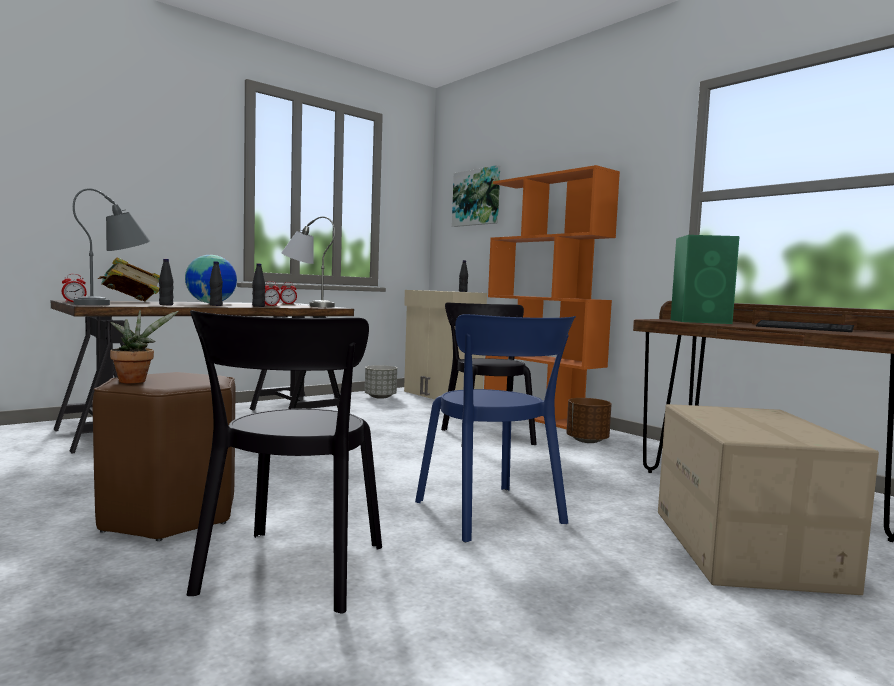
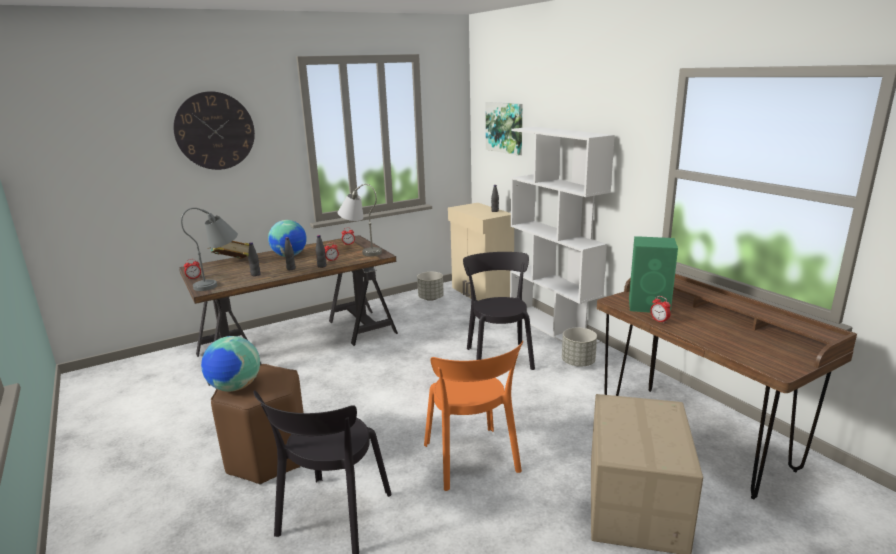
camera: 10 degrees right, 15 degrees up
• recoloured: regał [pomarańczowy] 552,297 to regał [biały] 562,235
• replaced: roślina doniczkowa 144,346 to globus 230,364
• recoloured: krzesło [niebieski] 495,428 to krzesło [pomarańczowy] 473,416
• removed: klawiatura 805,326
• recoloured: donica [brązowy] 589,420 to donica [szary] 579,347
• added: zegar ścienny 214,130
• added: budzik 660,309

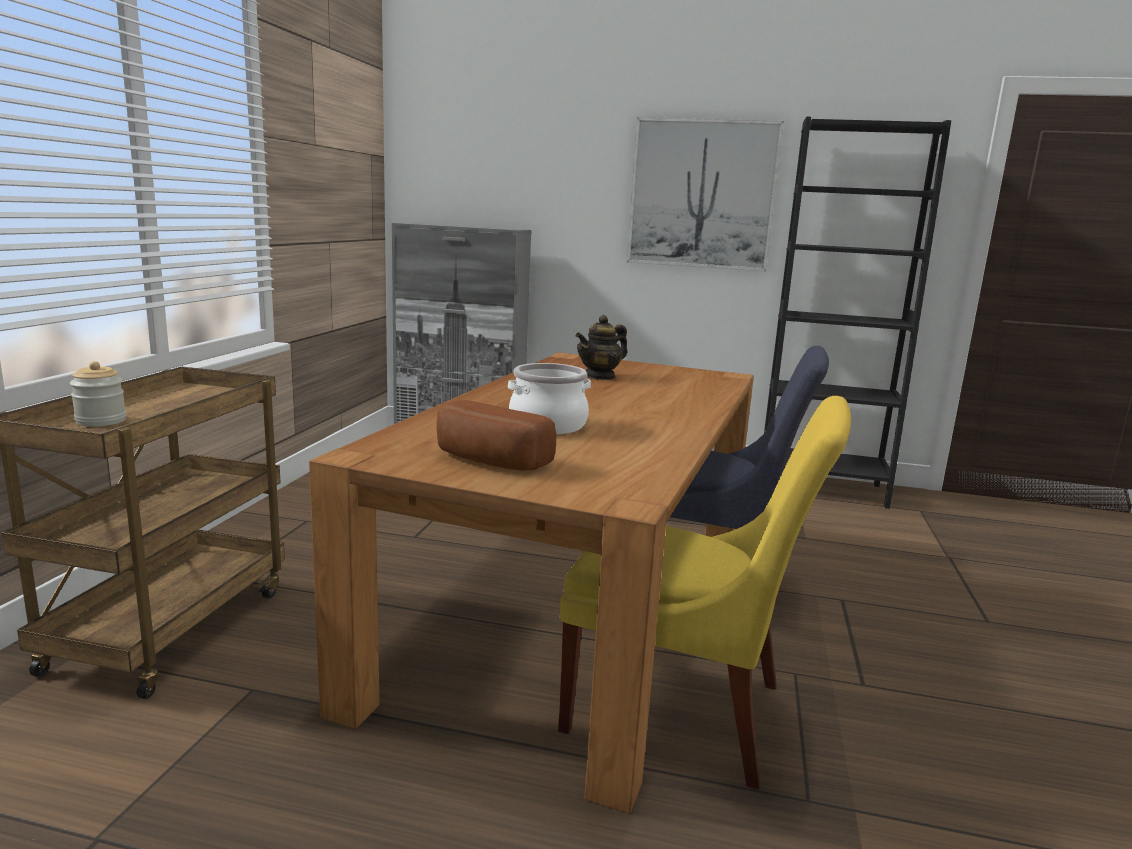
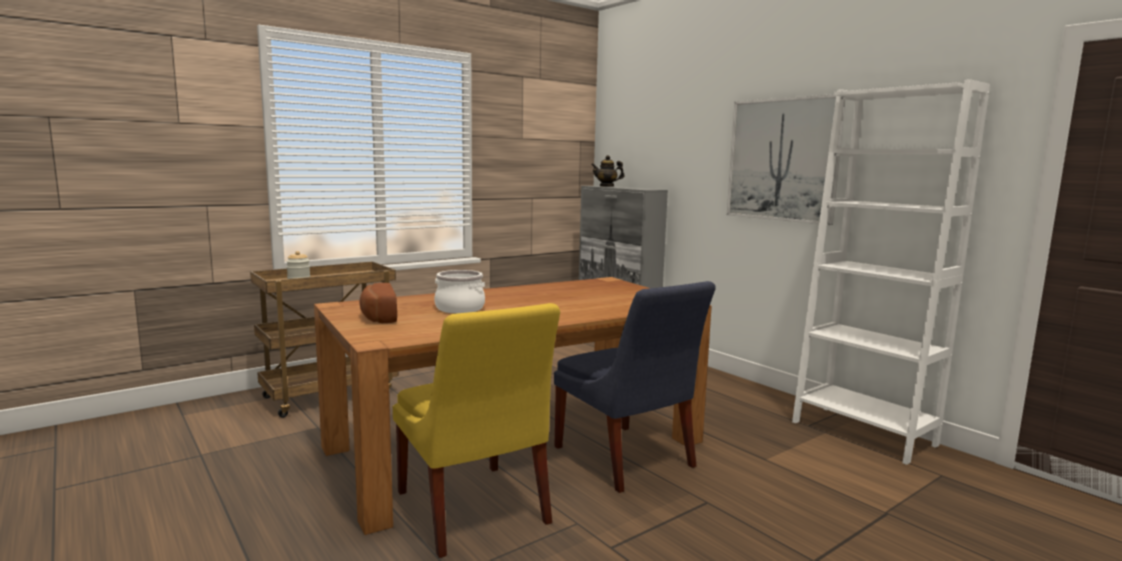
camera: 40 degrees right, 5 degrees down
• recoloured: regał [czarny] 857,313 to regał [biały] 891,272
• moved: imbryk 601,347 to 608,171

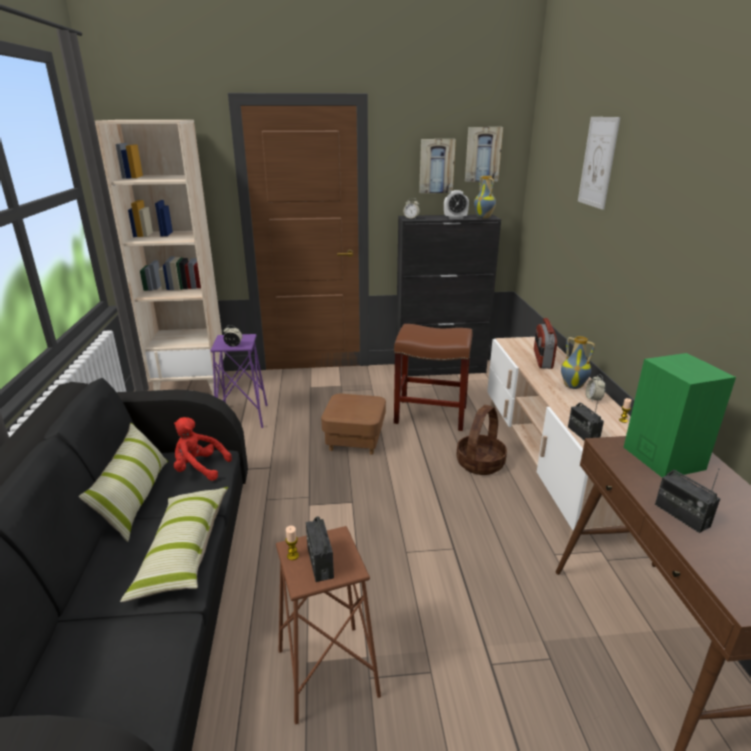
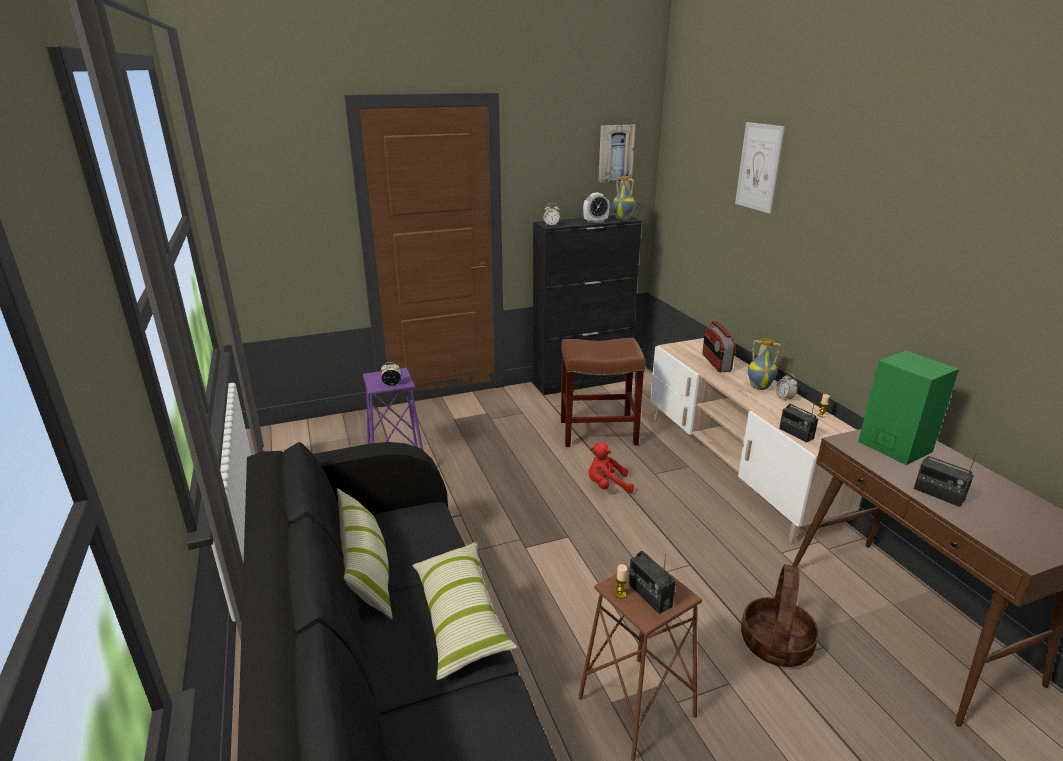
camera: 15 degrees left, 0 degrees up
• removed: regał [beżowy] 160,258
• removed: obraz 437,166
• removed: pufa [brązowy] 353,424
• moved: koszyk 482,440 to 780,615
• moved: pluszak [czerwony] 203,449 to 611,467

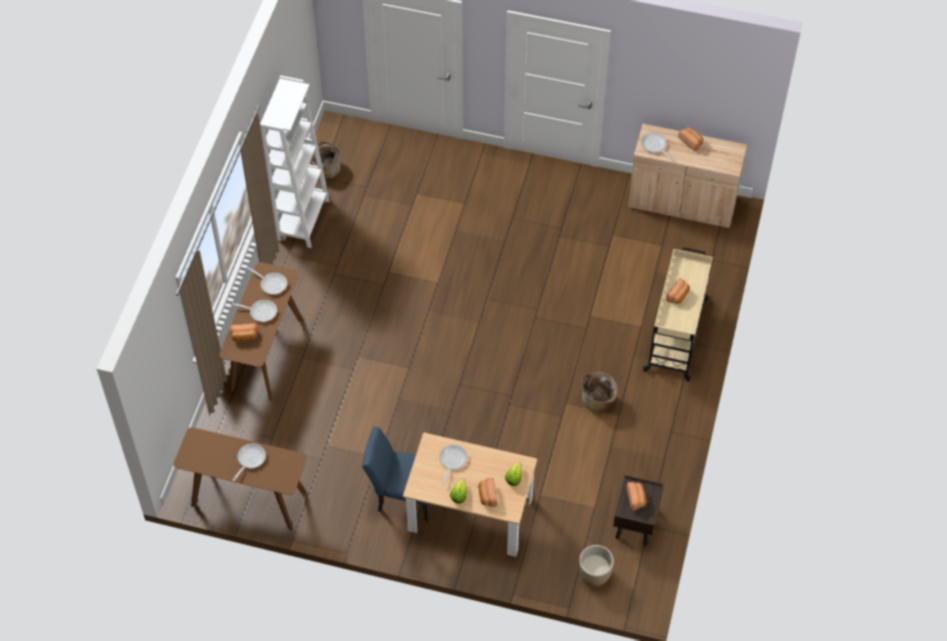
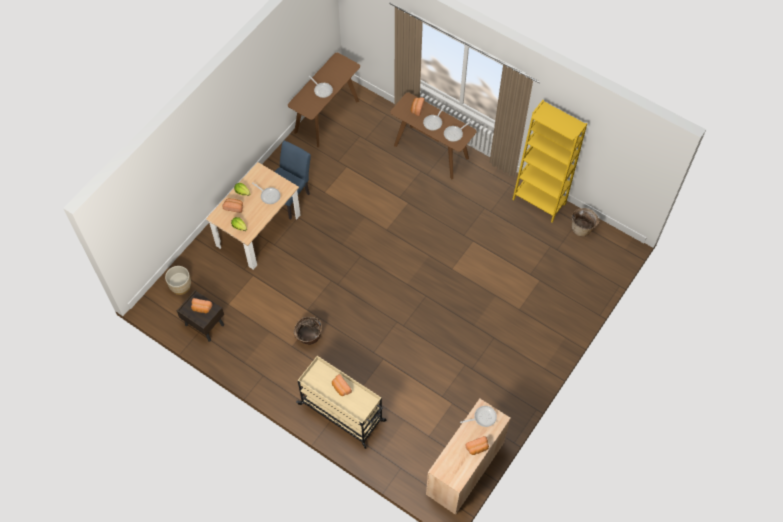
camera: 110 degrees right, 5 degrees up
• recoloured: regał [biały] 295,161 to regał [żółty] 549,161

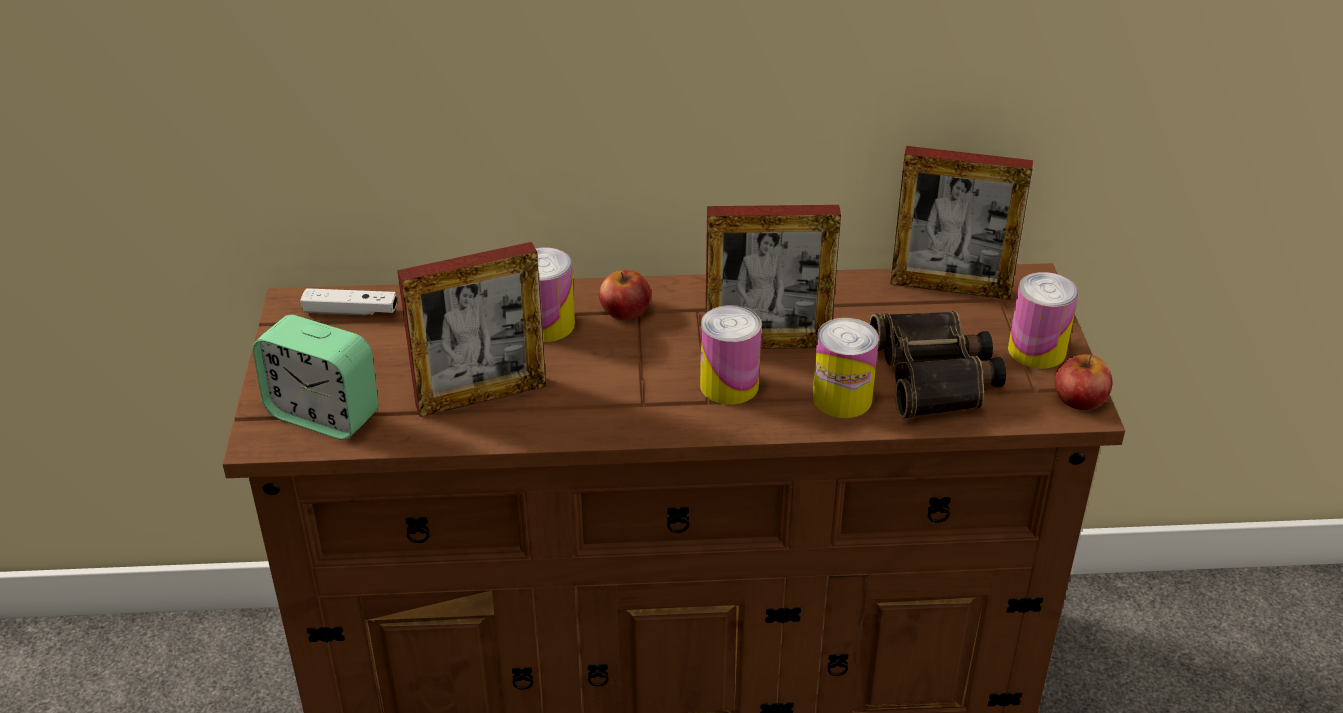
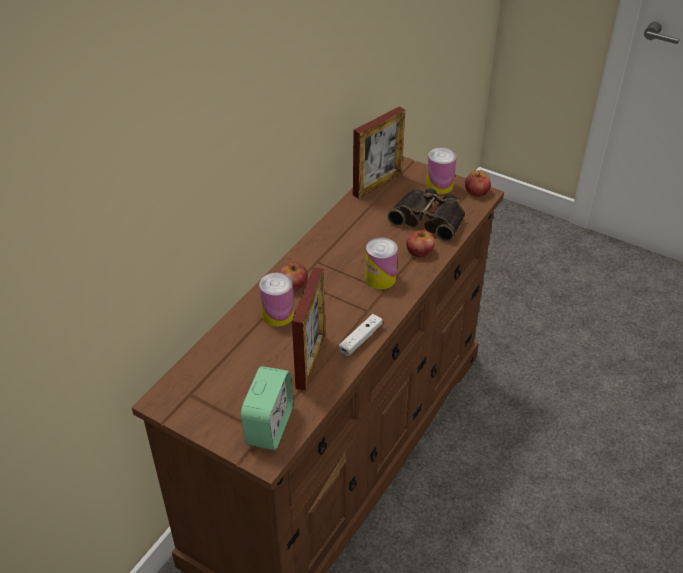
camera: 55 degrees left, 5 degrees up
• removed: ramka na zdjęcie 773,277
• moved: pad do gier [biały] 348,301 to 361,335
• turned: budzik 315,377 = 267,408 45 degrees counterclockwise
• replaced: puszka 846,368 to jabłko 420,244

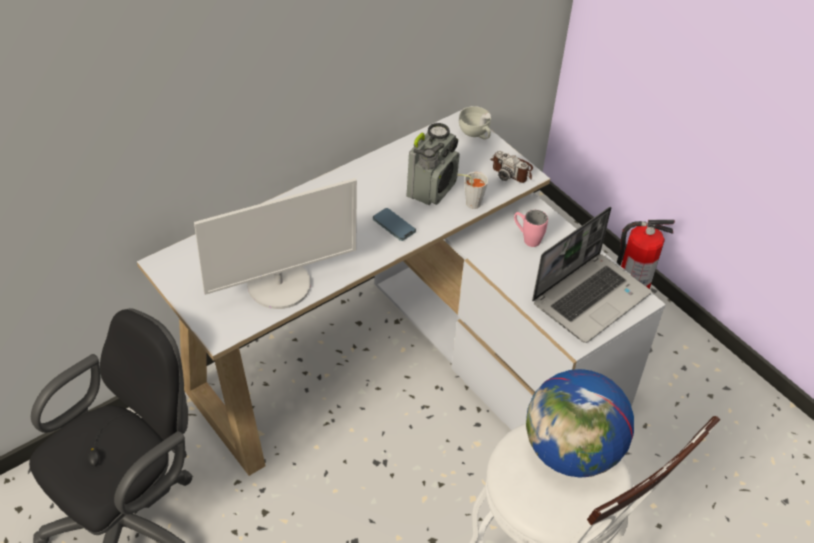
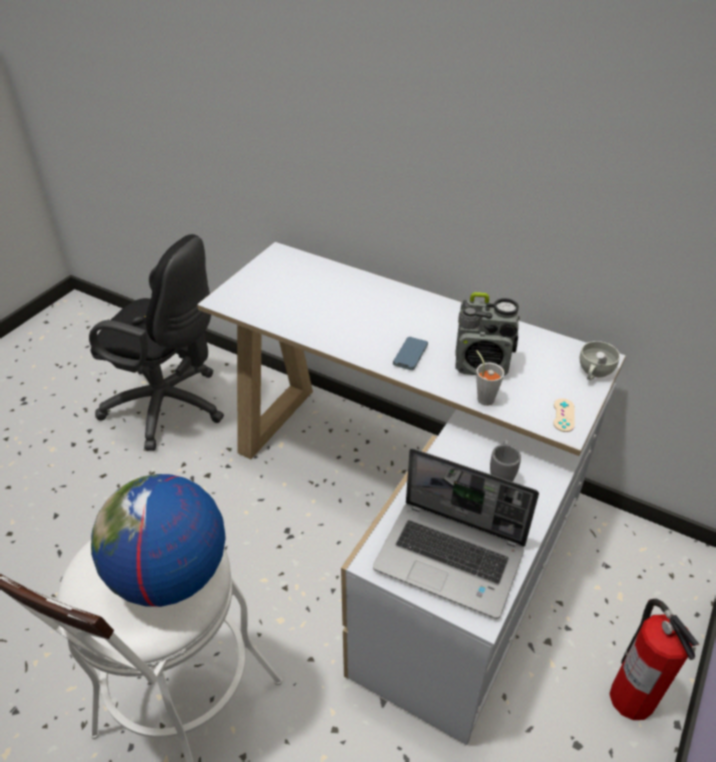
camera: 70 degrees right, 5 degrees down
• replaced: aparat fotograficzny 511,167 to pad do gier [beżowy] 564,415
• removed: monitor 275,243
• recoloured: kubek [różowy] 531,228 to kubek [szary] 505,460

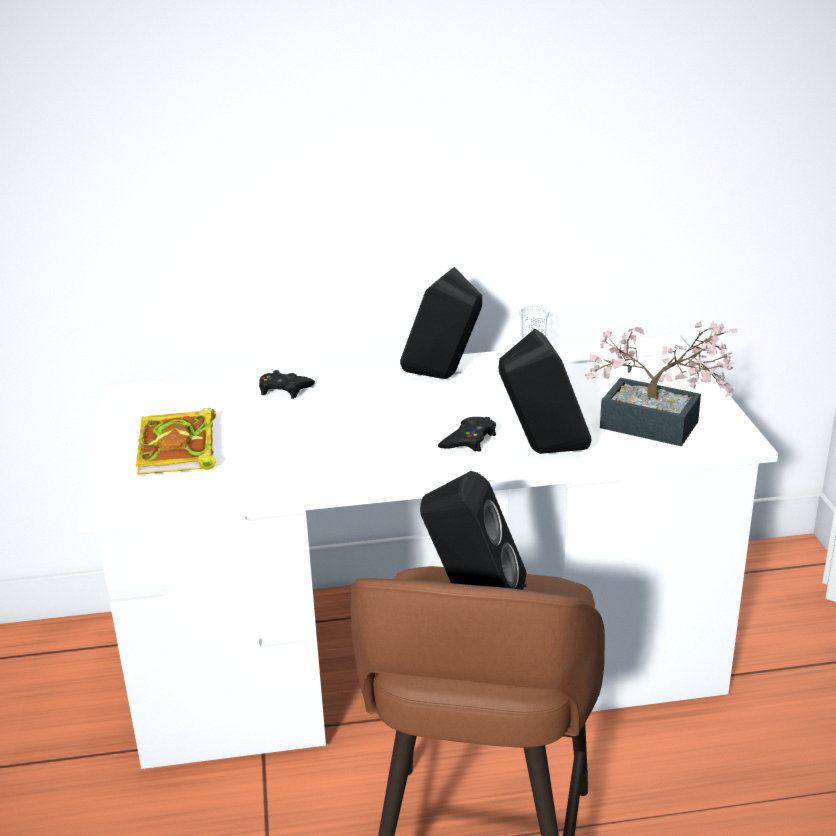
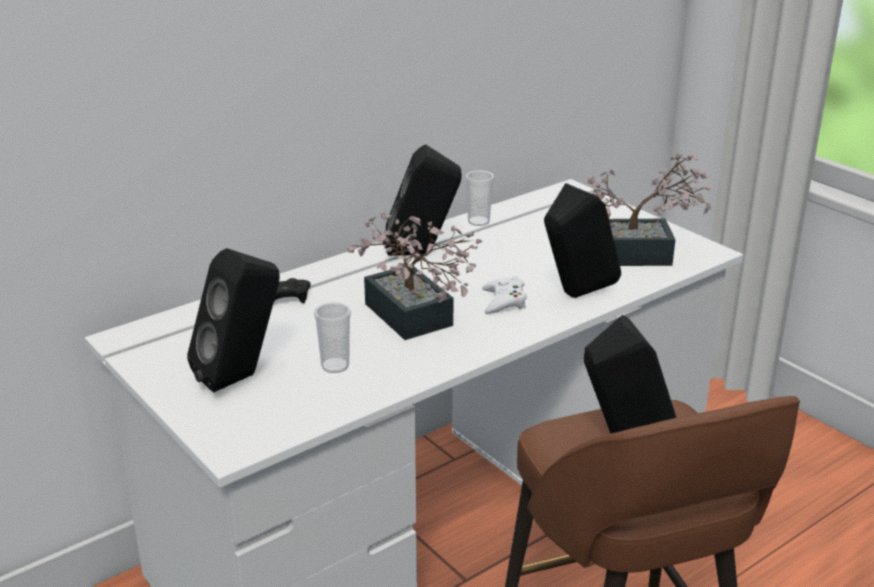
camera: 30 degrees left, 0 degrees up
• replaced: książka 176,441 to głośnik [czarny] 233,320
• recoloured: pad do gier [czarny] 467,434 to pad do gier [biały] 504,295
• added: roślina doniczkowa 415,276
• added: filiżanka 332,337

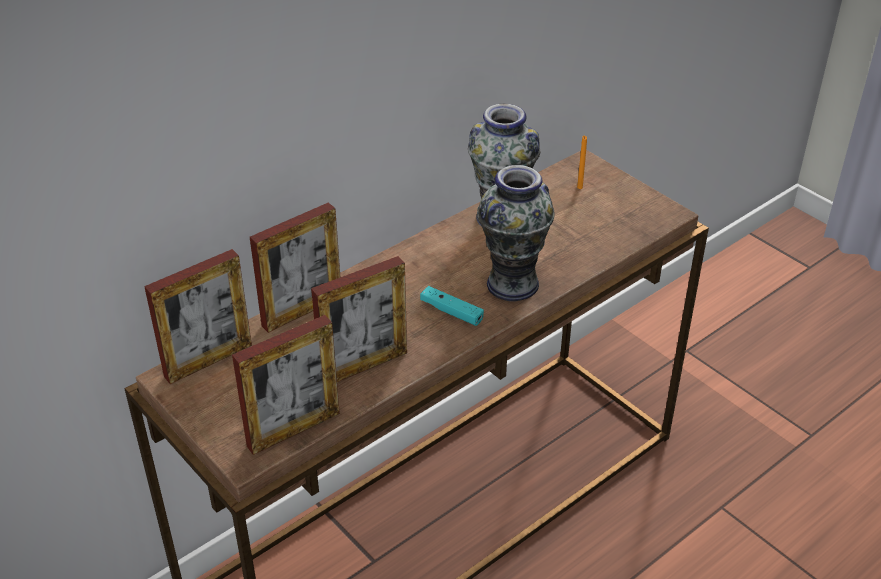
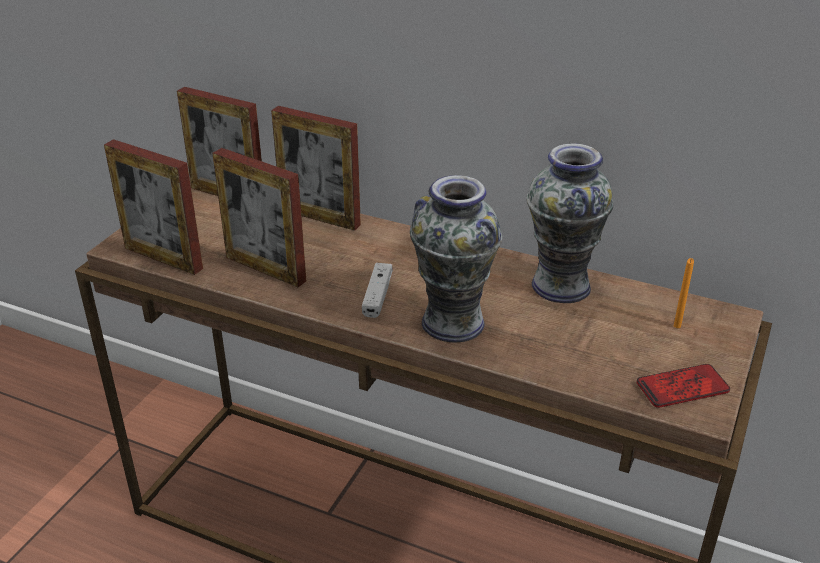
camera: 65 degrees right, 5 degrees down
• recoloured: pad do gier [turkusowy] 452,306 to pad do gier [biały] 377,290
• added: telefon 683,386

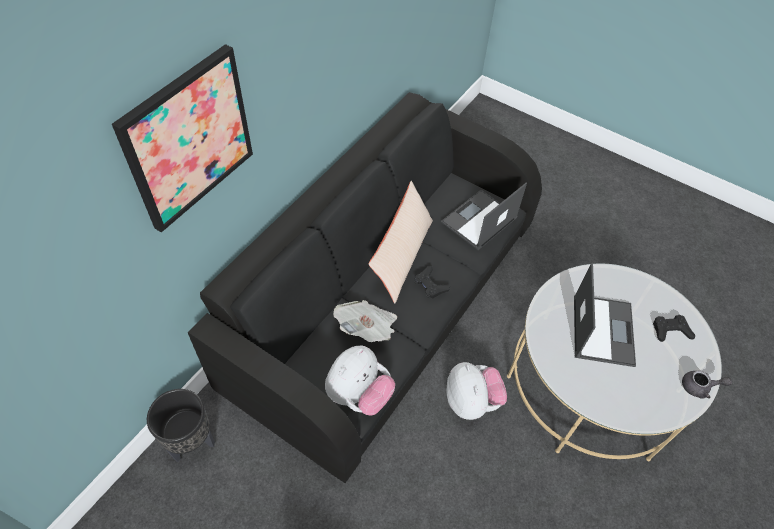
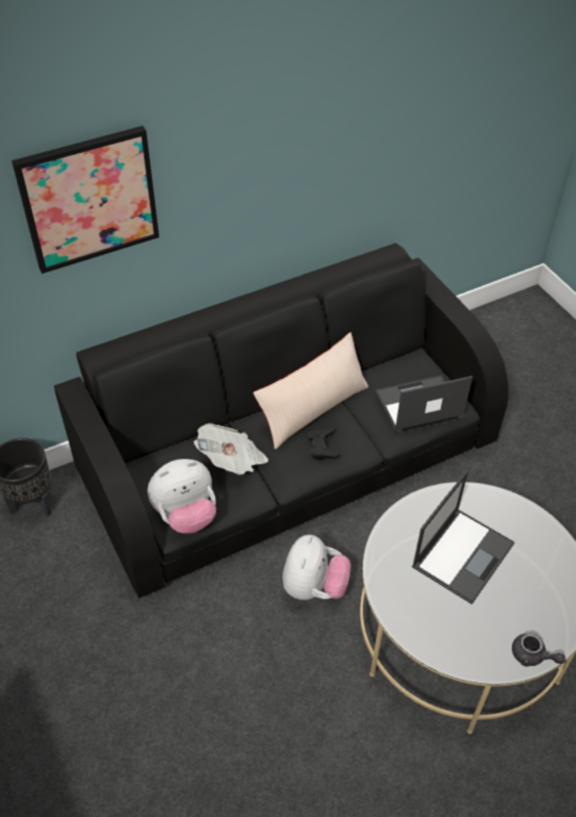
camera: 30 degrees right, 5 degrees down
• removed: pad do gier [czarny] 674,328

